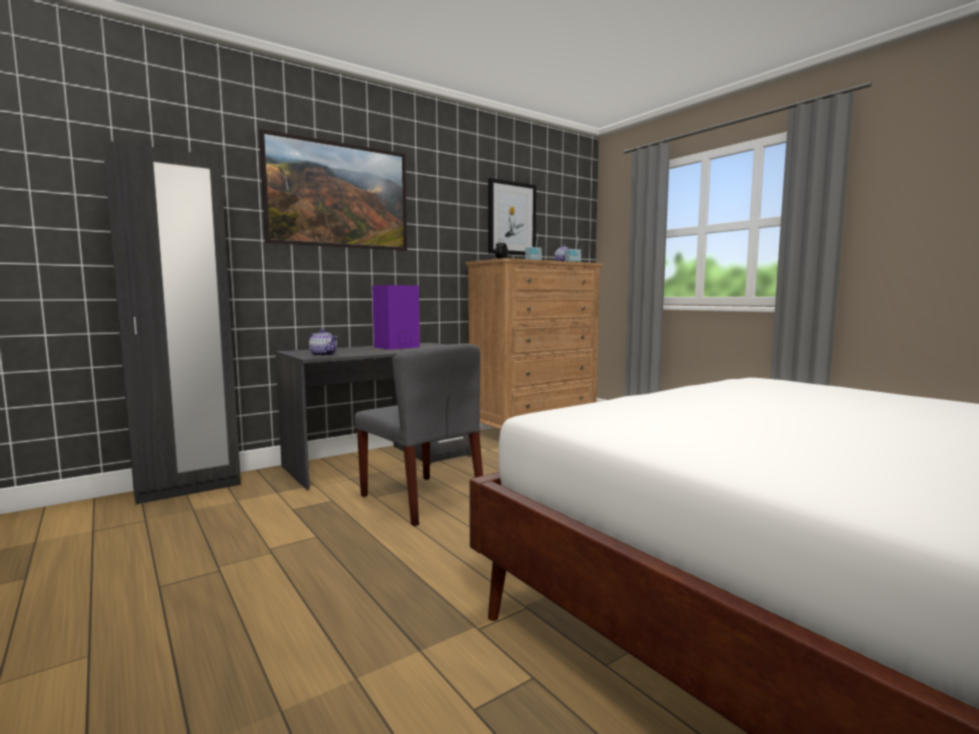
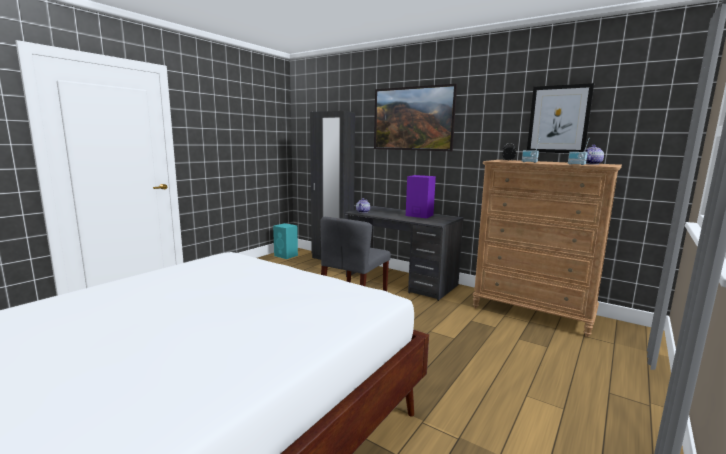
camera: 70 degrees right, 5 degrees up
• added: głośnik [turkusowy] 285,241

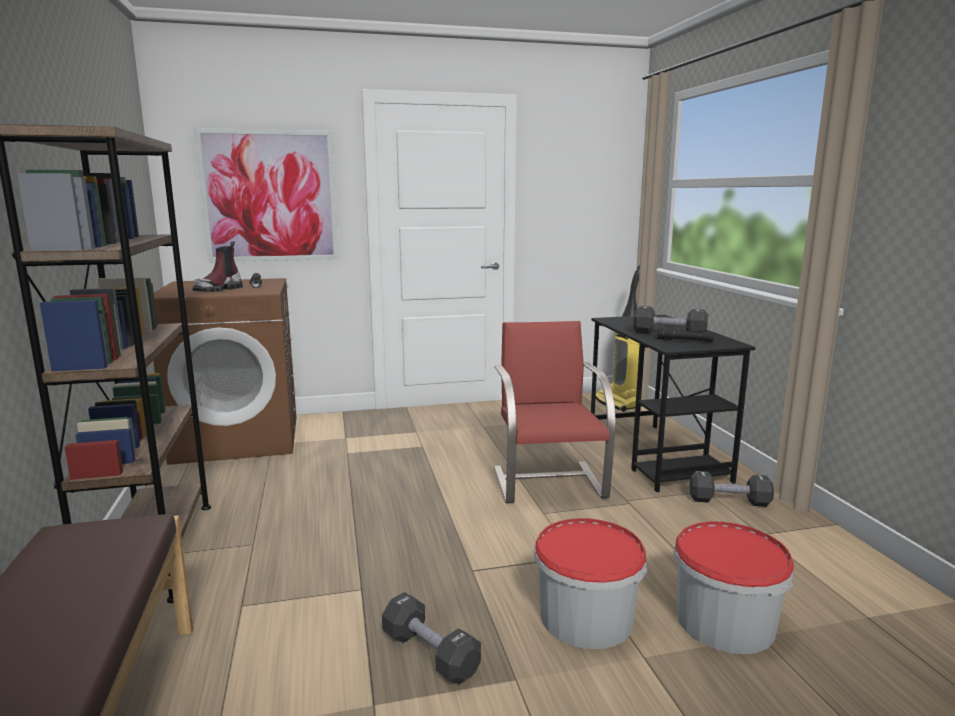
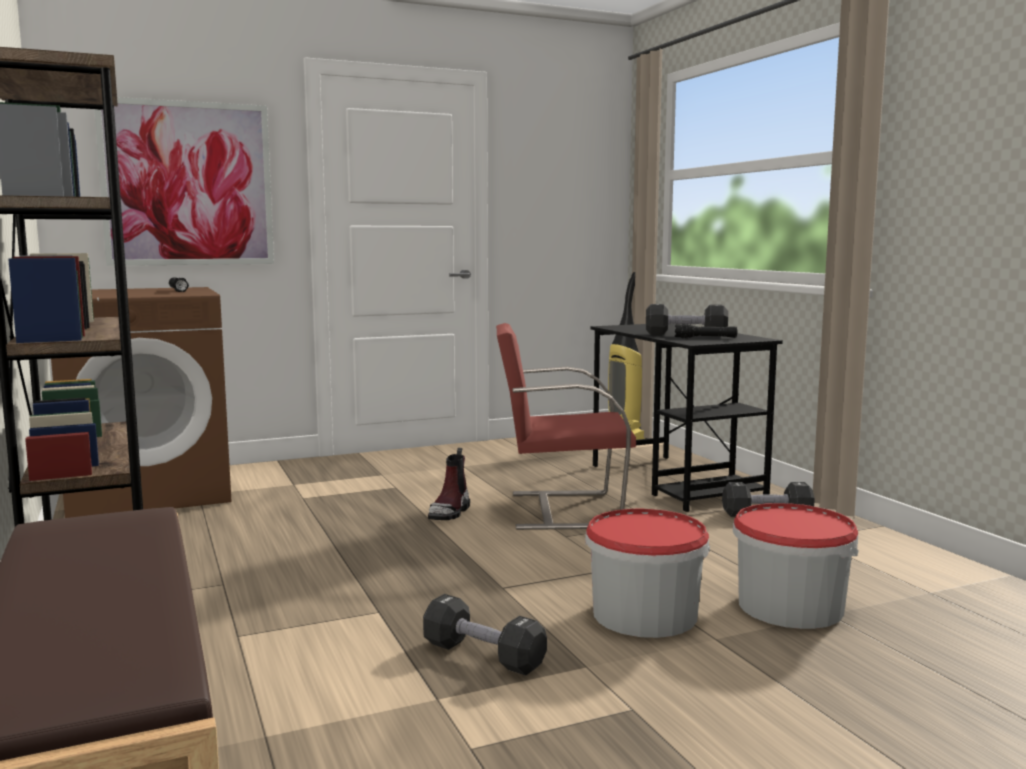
camera: 10 degrees left, 5 degrees down
• moved: but z cholewką 218,266 to 449,484
• turned: krzesło [czerwony] 555,412 = 566,426 75 degrees counterclockwise

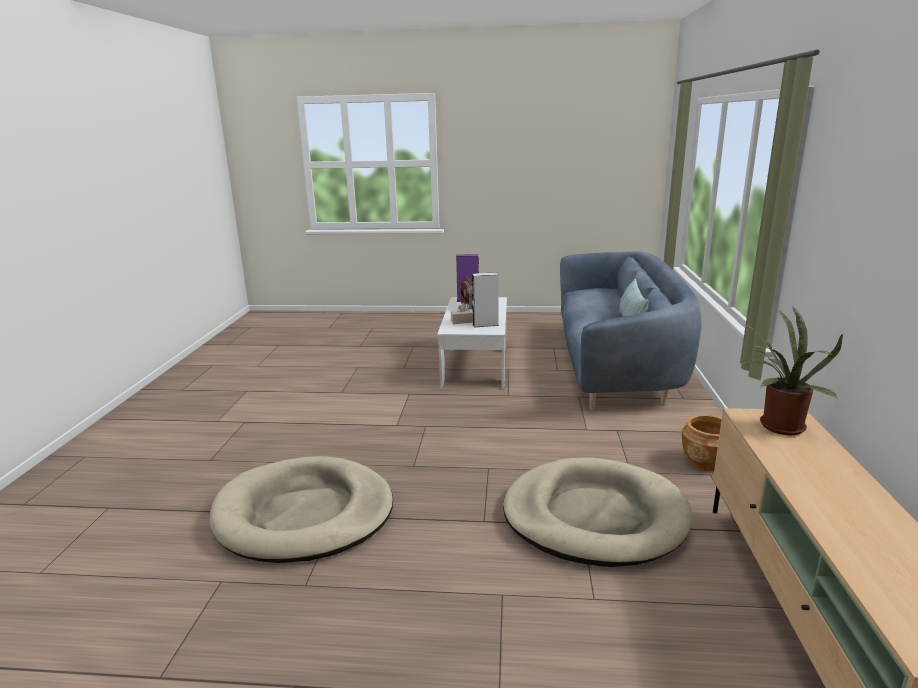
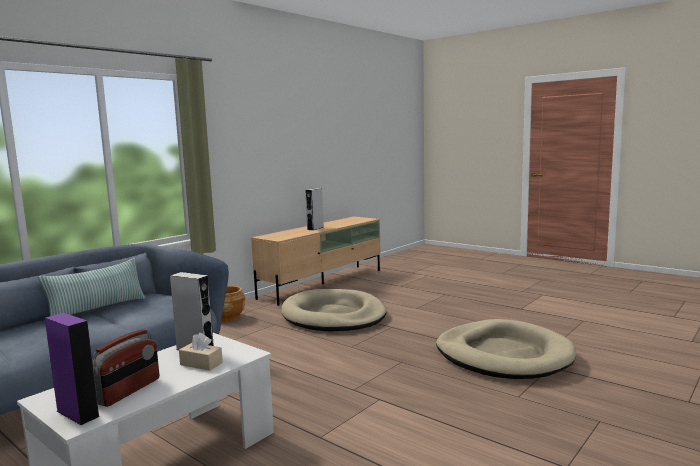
camera: 145 degrees left, 10 degrees down
• removed: roślina doniczkowa 791,370
• added: głośnik [szary] 314,209

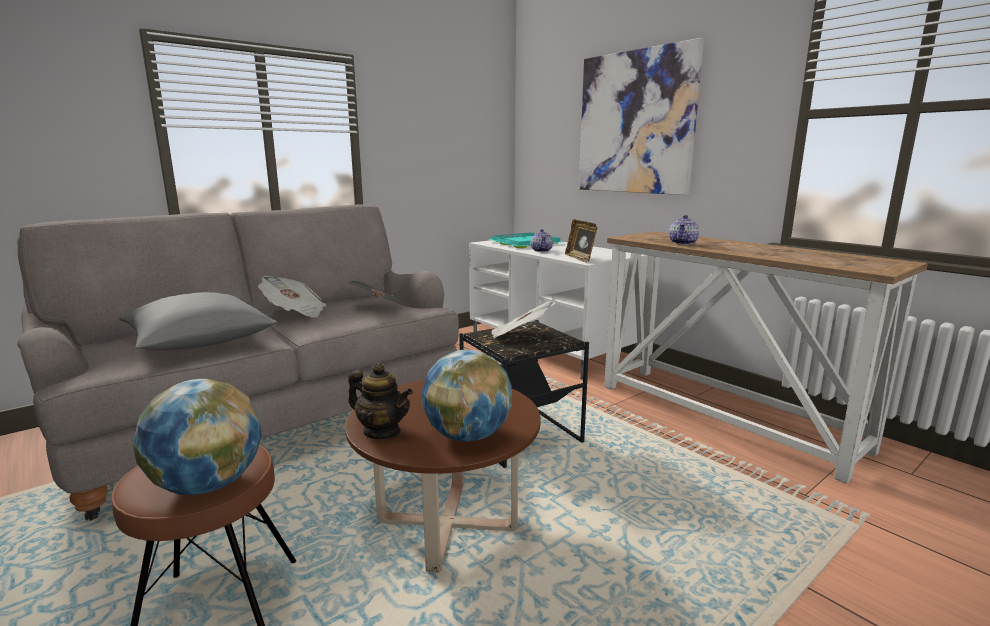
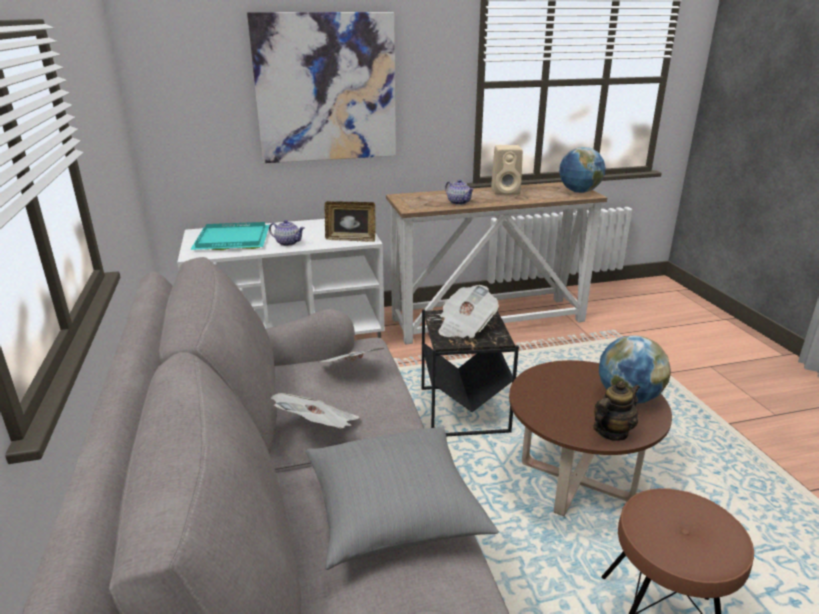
camera: 65 degrees left, 10 degrees up
• moved: globus 197,437 to 582,170
• added: głośnik [beżowy] 507,170

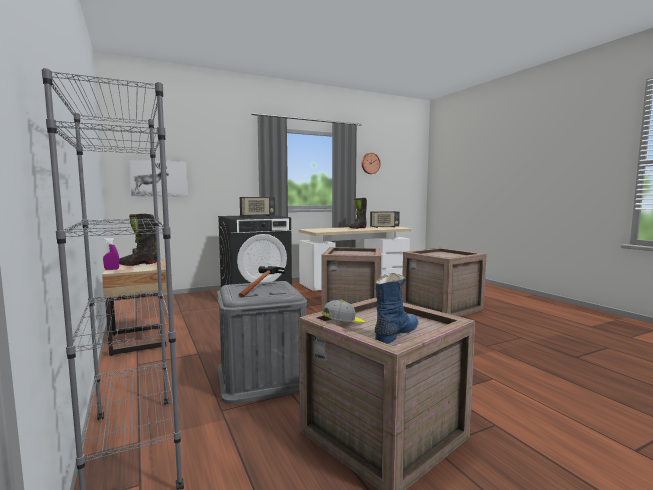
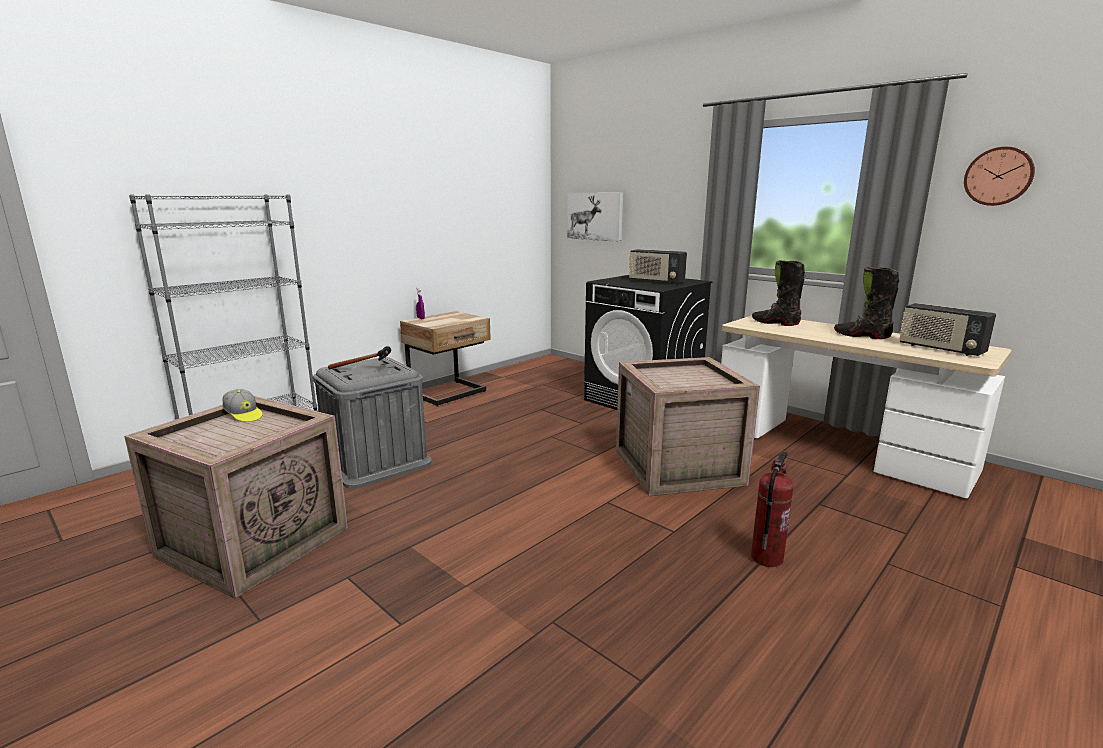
camera: 70 degrees right, 10 degrees up
• moved: but z cholewką [czarny] 138,240 to 779,293
• replaced: skrzynka 444,282 to gaśnica 772,509
• removed: but z cholewką [niebieski] 396,308

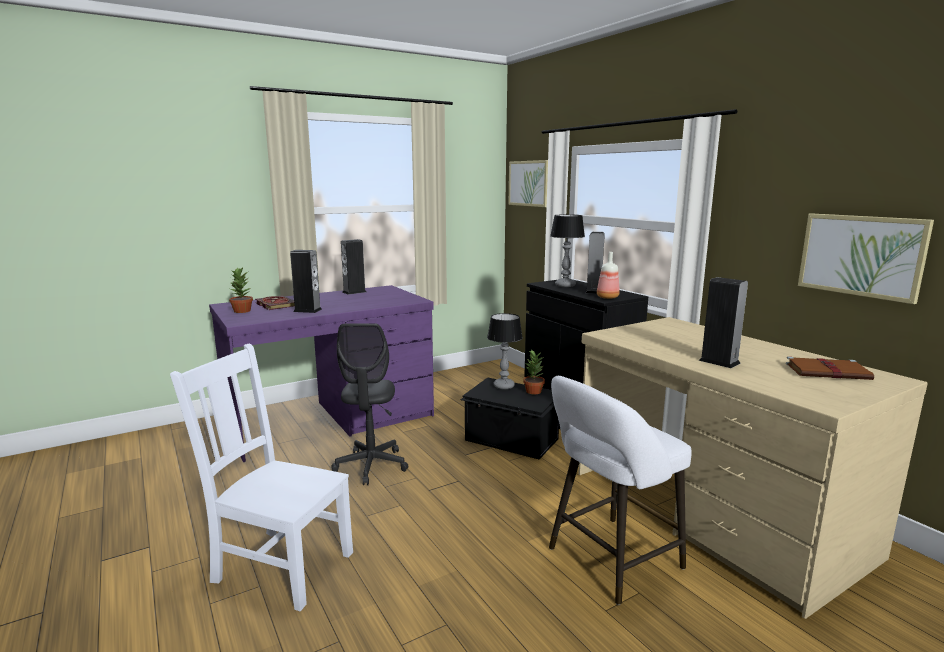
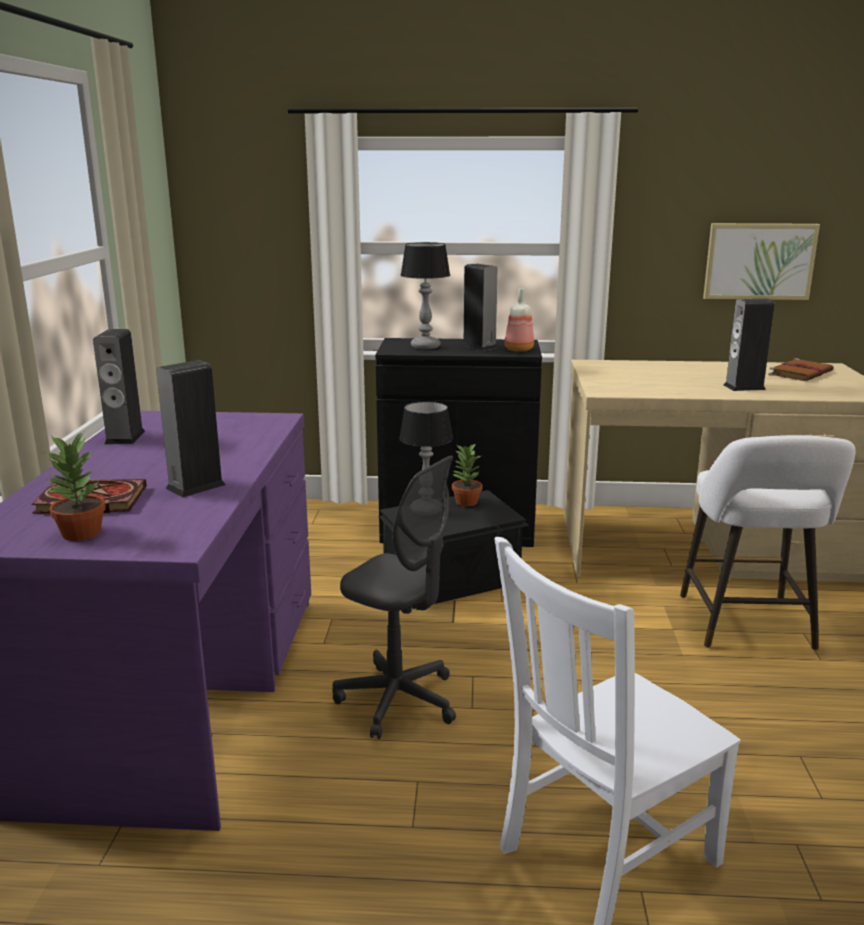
camera: 55 degrees left, 5 degrees up
• removed: obraz 528,183

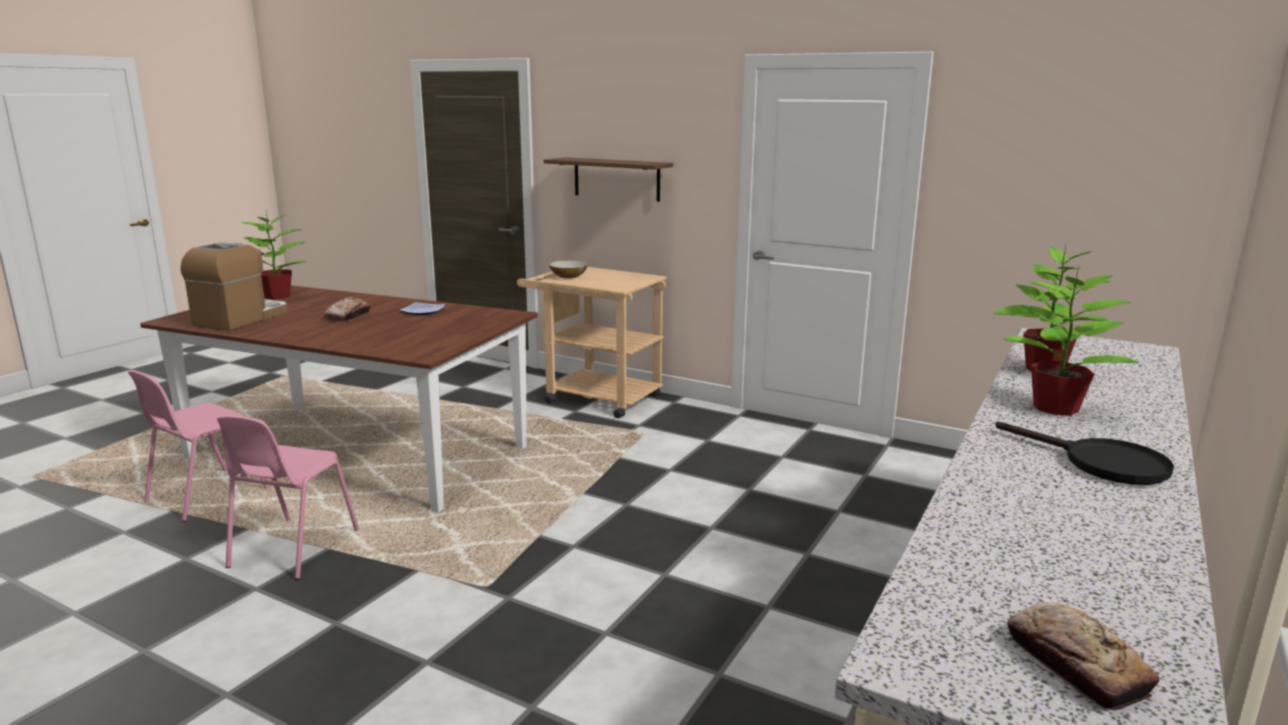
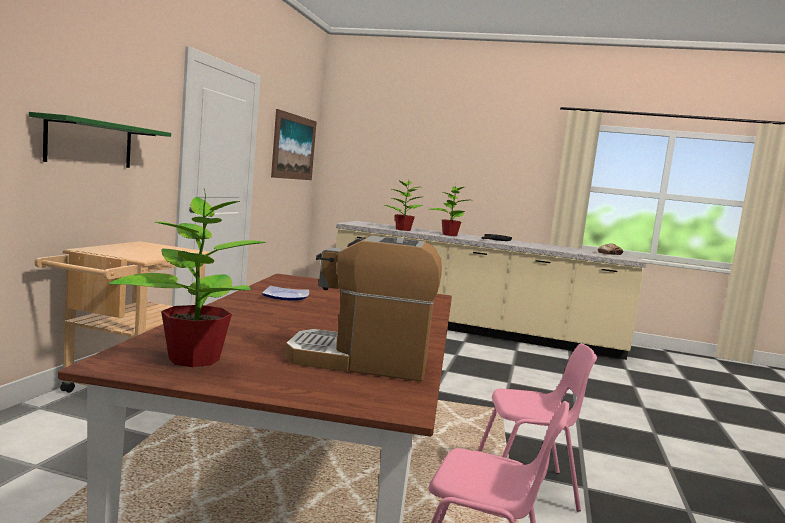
camera: 105 degrees left, 10 degrees down
• recoloured: półka [brązowy] 608,179 to półka [zielony] 100,140
• removed: miska 568,269
• removed: chleb 347,309
• added: obraz 294,144

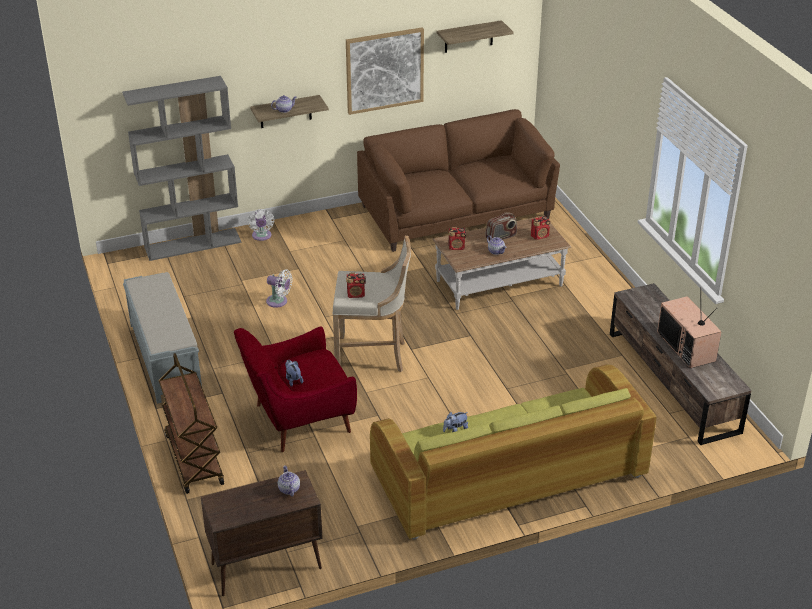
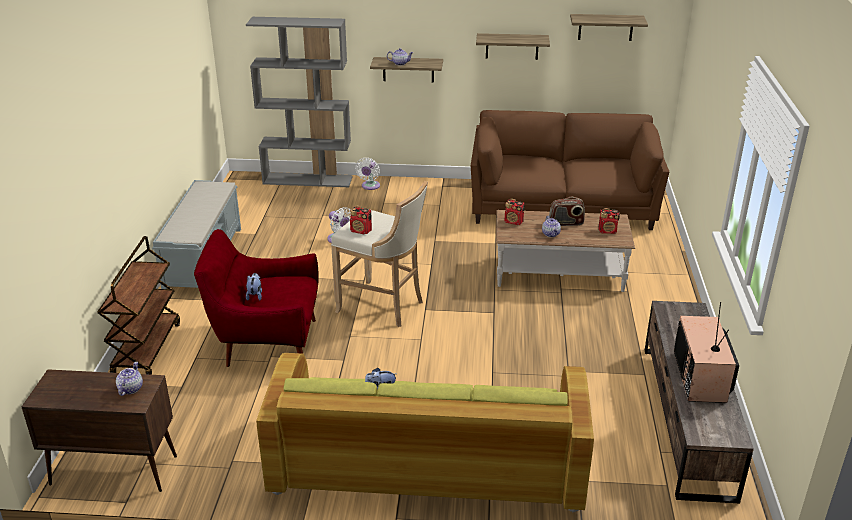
camera: 25 degrees right, 5 degrees down
• replaced: obraz 385,71 to półka 513,46

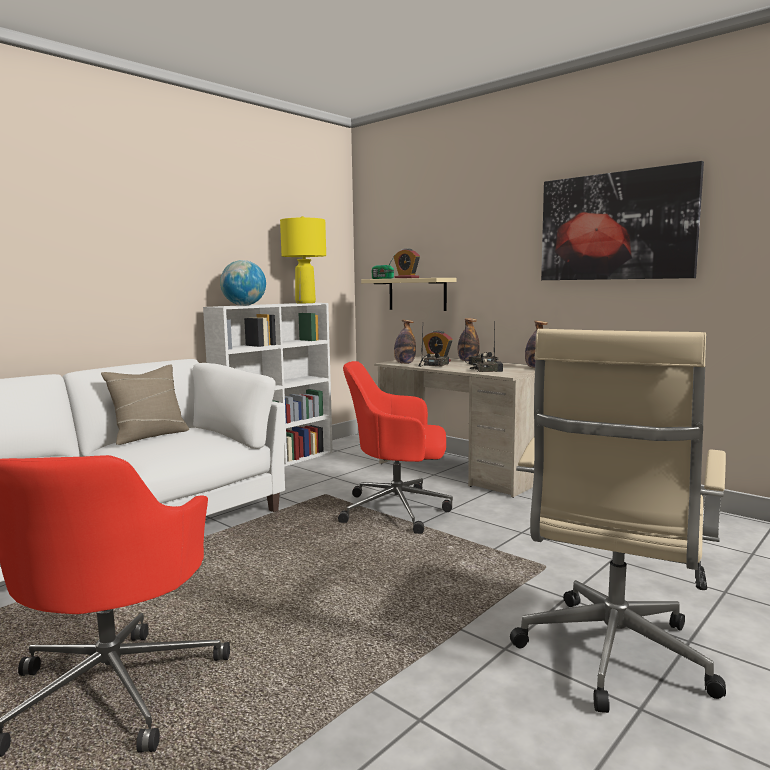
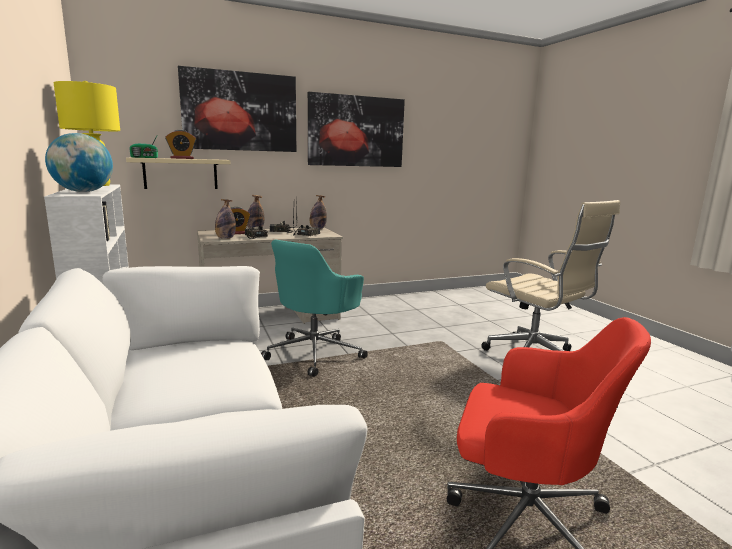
camera: 65 degrees left, 5 degrees up
• recoloured: krzesło biurowe [czerwony] 395,447 to krzesło biurowe [turkusowy] 314,308
• removed: poduszka [beżowy] 145,404
• added: obraz 237,109

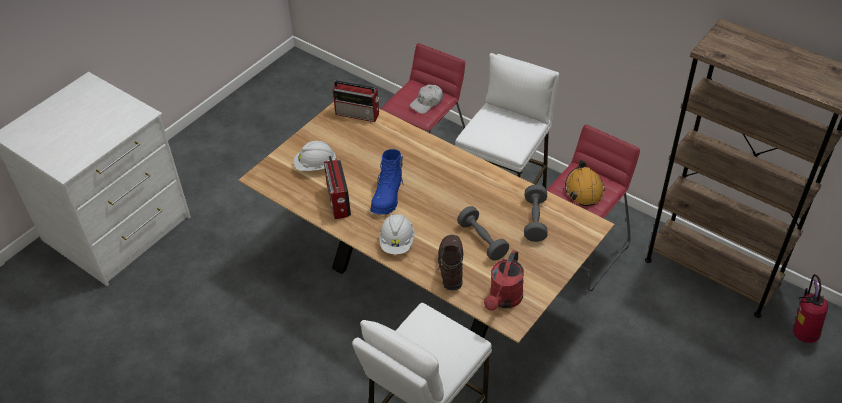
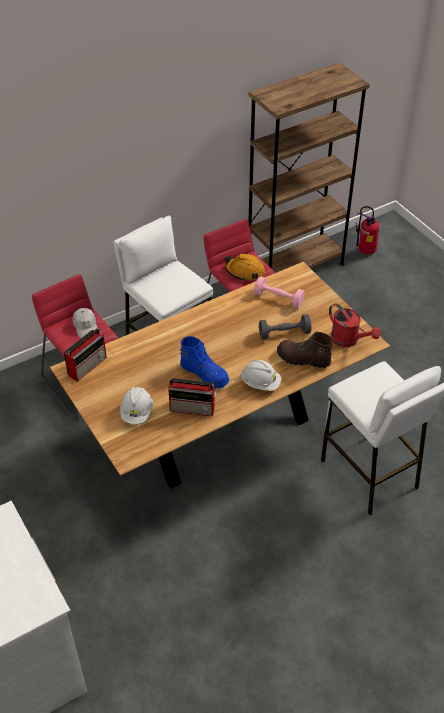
camera: 70 degrees left, 0 degrees up
• recoloured: hantel [szary] 536,213 to hantel [różowy] 279,292

